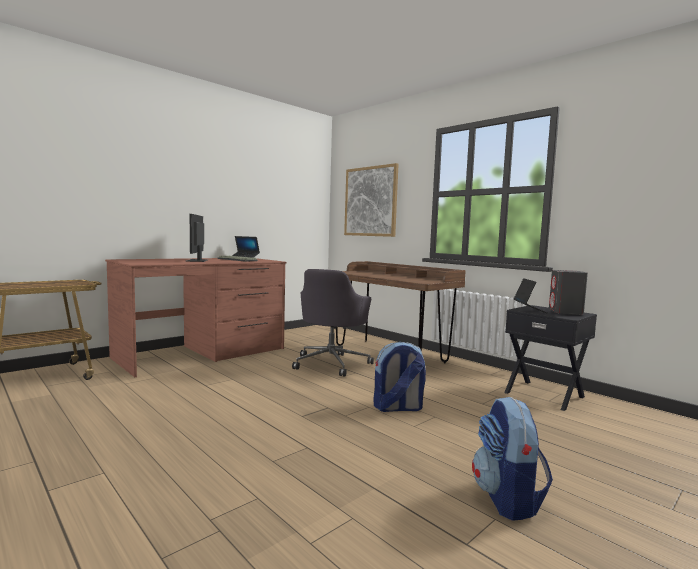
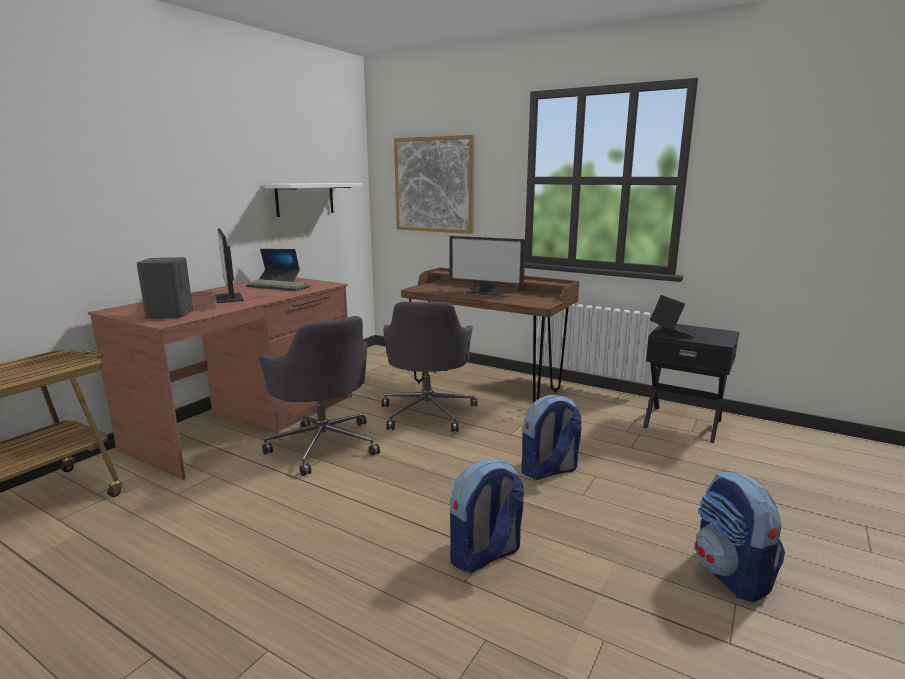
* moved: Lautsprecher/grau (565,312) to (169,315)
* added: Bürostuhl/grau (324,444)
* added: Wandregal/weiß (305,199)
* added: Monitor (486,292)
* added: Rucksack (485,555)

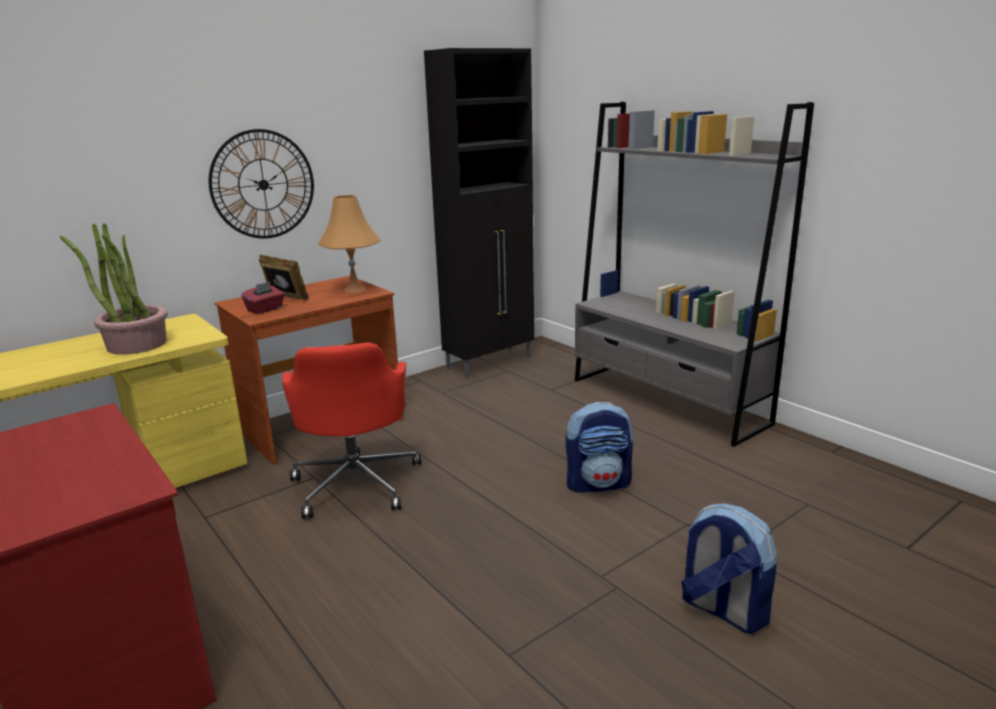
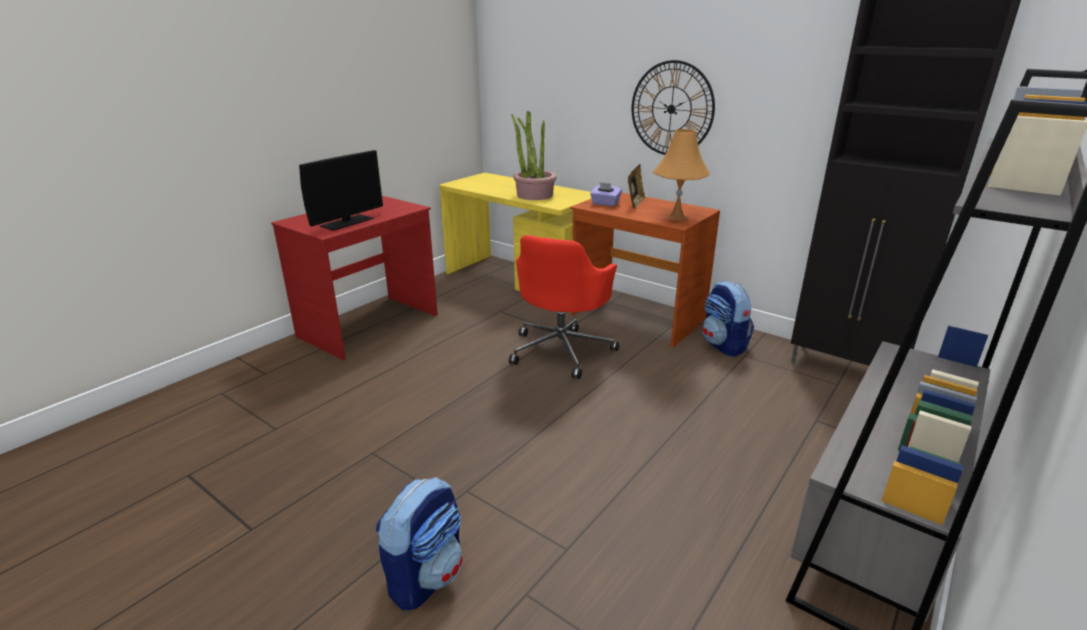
* recoloured: Taschentuchbox/rot (265,309) to Taschentuchbox/lila (605,204)
* turned: Bürostuhl/rot (356,482) = (562,350) 45 degrees counterclockwise
* moved: Rucksack (598,483) to (723,345)
* added: Monitor (347,222)

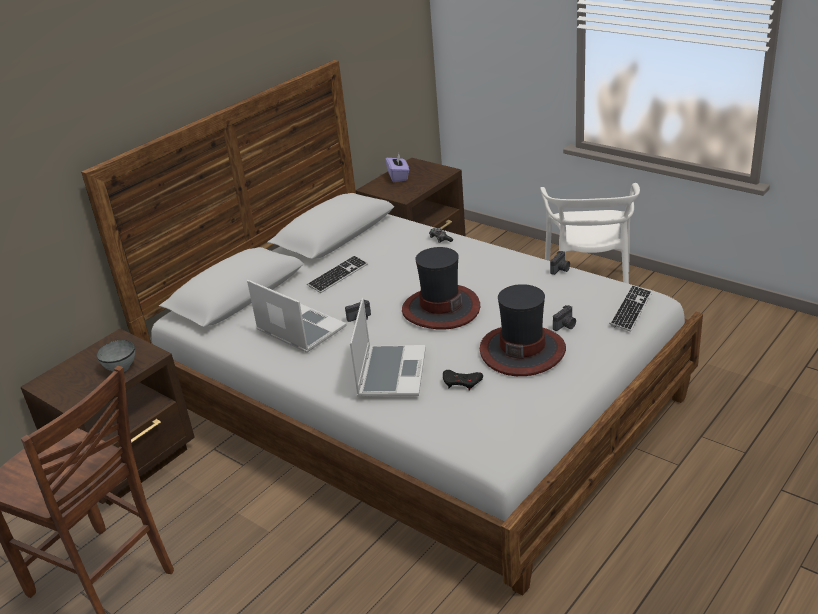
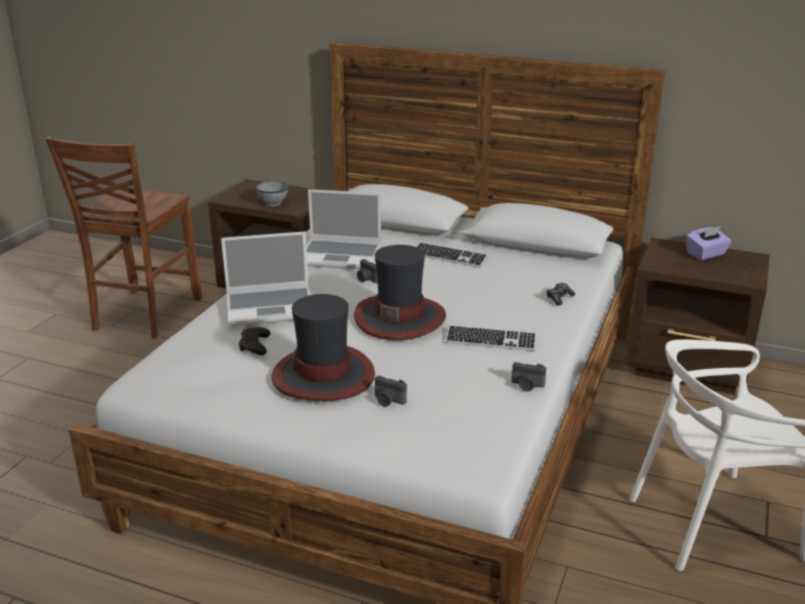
* turned: Laptop (299,329) = (341,256) 75 degrees clockwise
* moved: Tastatur (631,309) to (491,340)

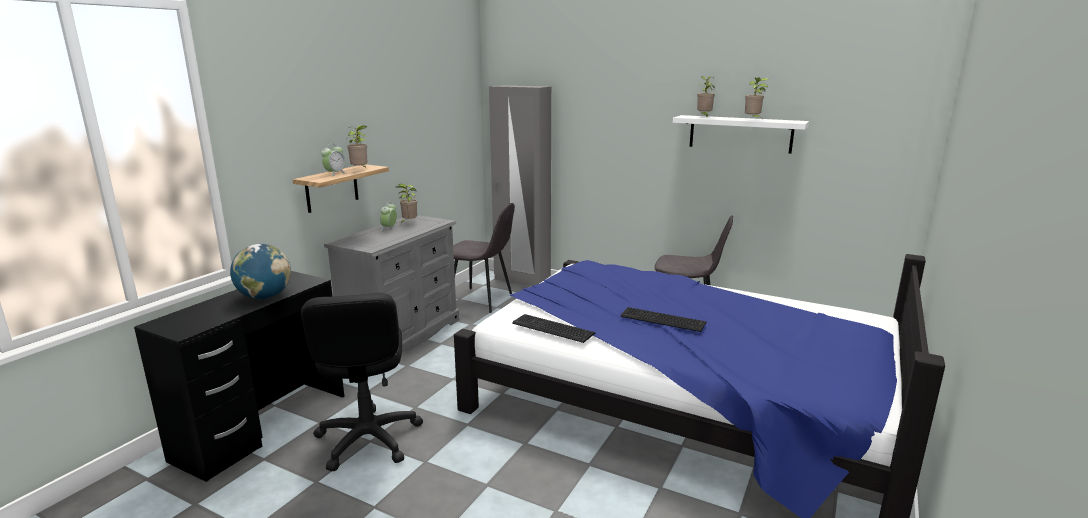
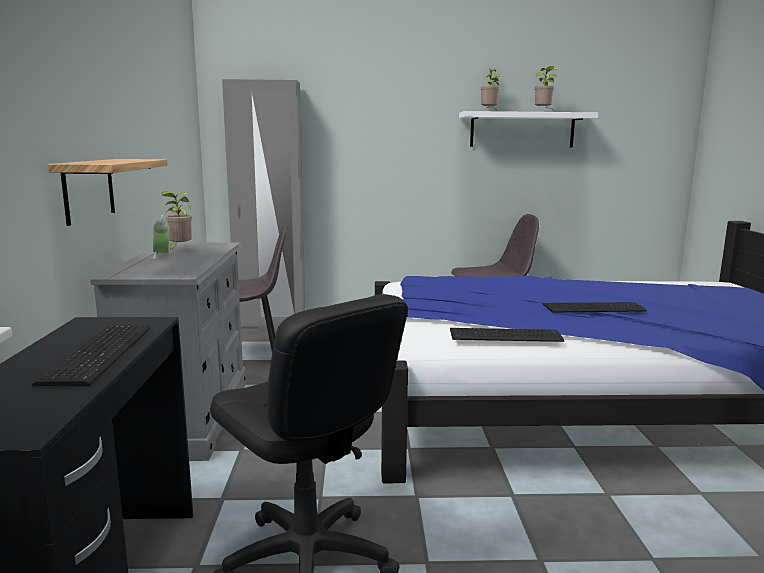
* replaced: Globus (265,297) to Tastatur (103,352)
* removed: Wecker (335,174)
* removed: Topfpflanze (360,170)

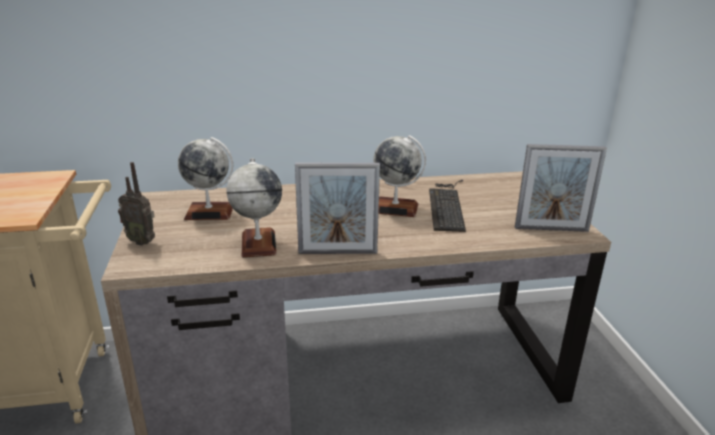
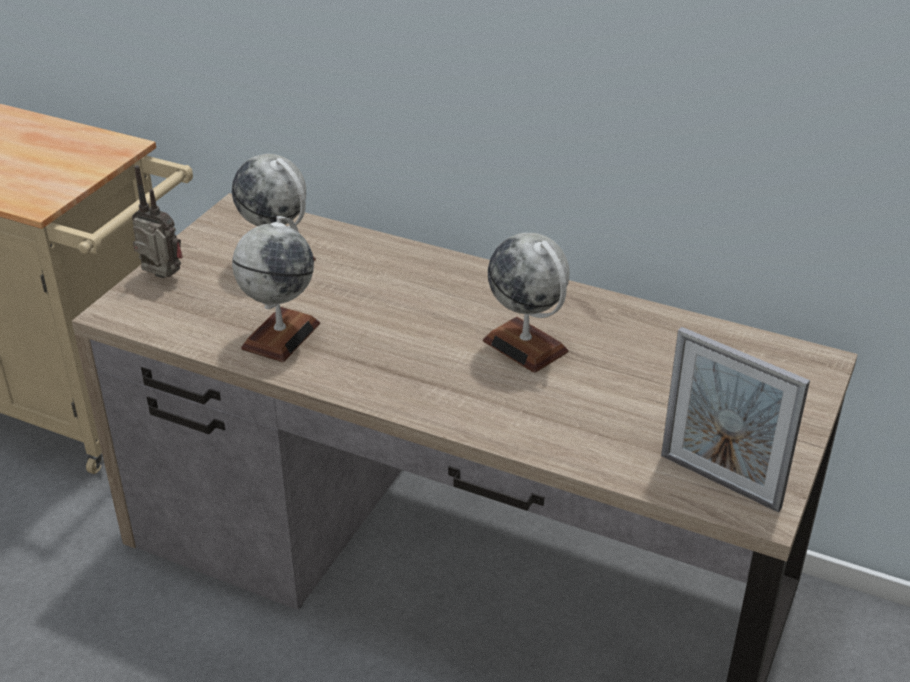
* turned: Radio (142,241) = (161,278) 150 degrees clockwise
* removed: Bilderrahmen (337,252)
* removed: Tastatur (447,205)

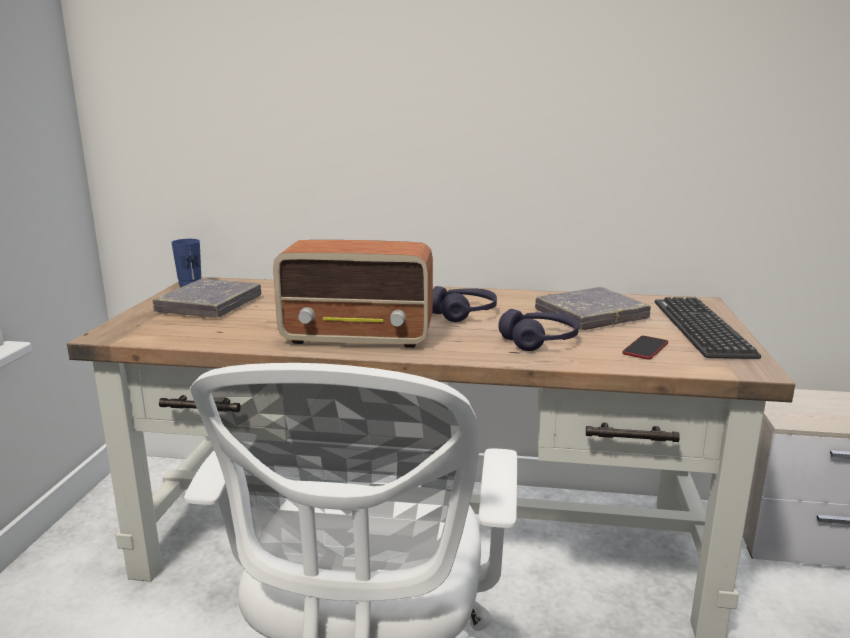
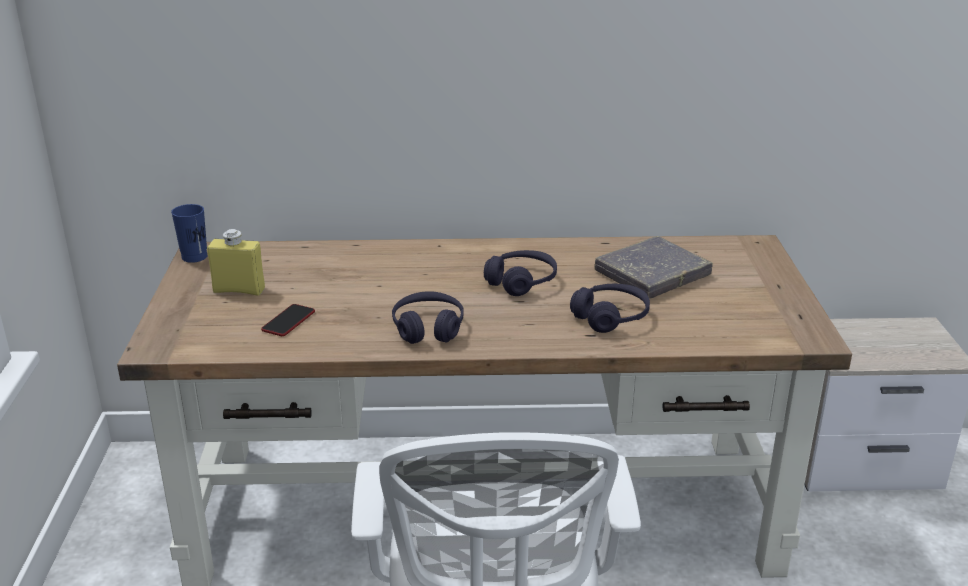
* replaced: Buch/grau (210,305) to Flasche/gelb (239,290)
* replaced: Radio (359,337) to Kopfhörer/lila (428,328)
* moved: Handy (645,349) to (288,321)
* removed: Tastatur (701,328)

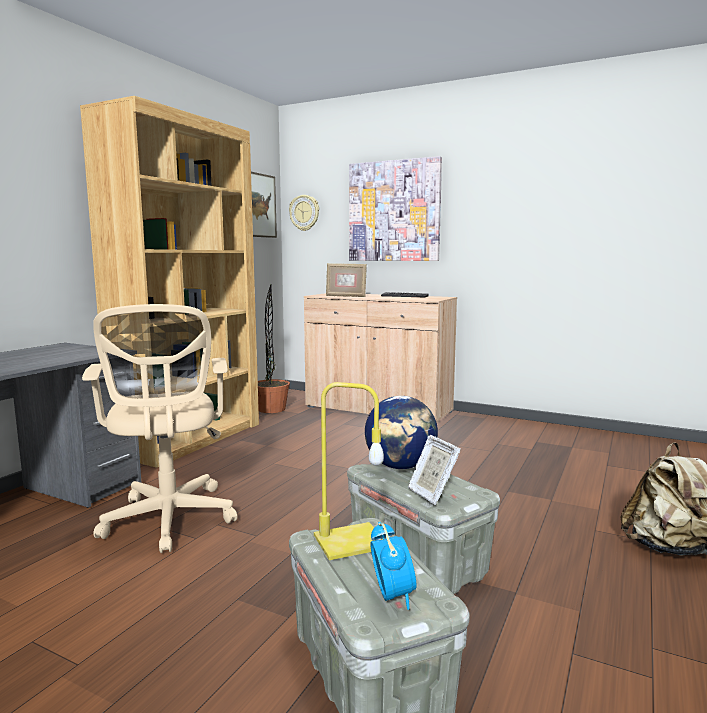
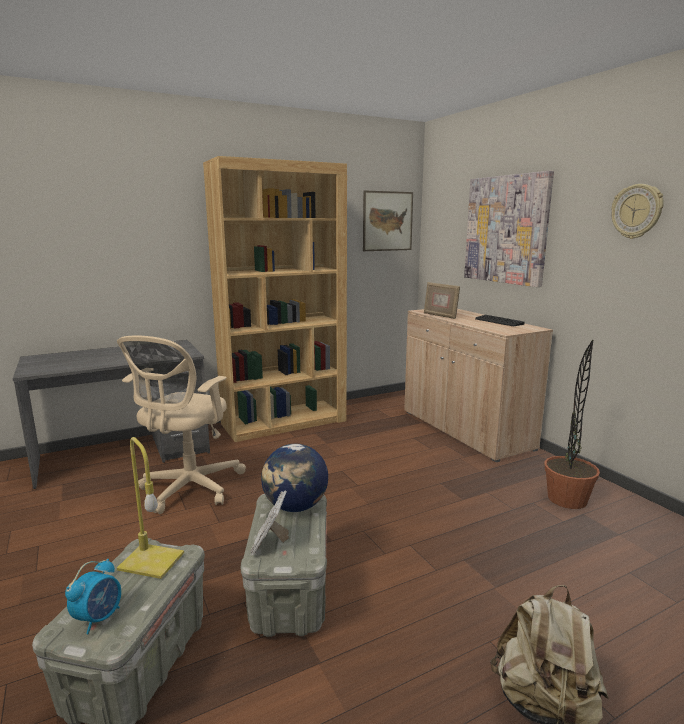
* moved: Topfpflanze (271,409) to (567,499)
* moved: Wanduhr (304,213) to (637,211)

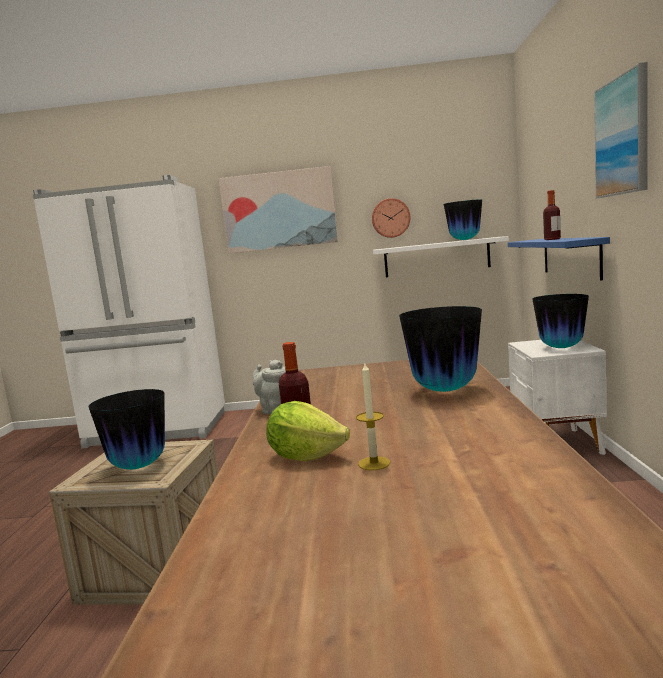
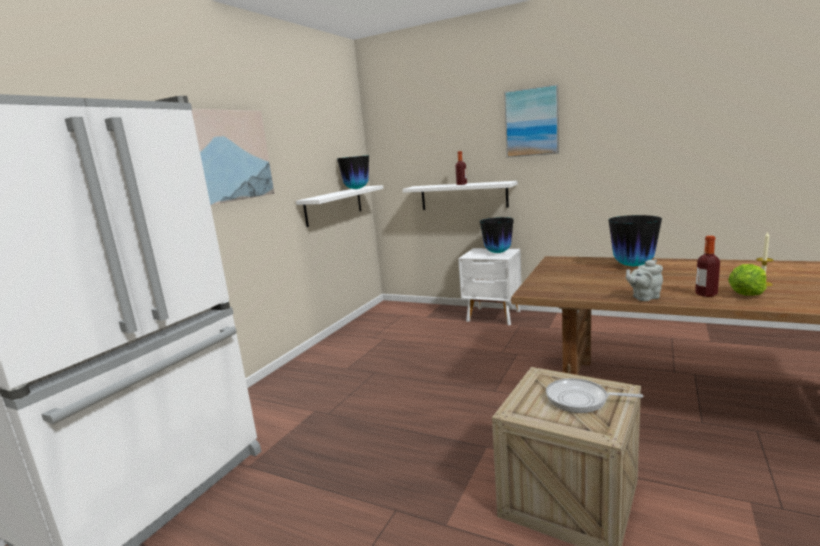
* replaced: Vase (138,466) to Pfanne (580,400)
* removed: Wanduhr (390,218)
* recoloured: Wandregal/blau (570,257) to Wandregal/weiß (463,196)

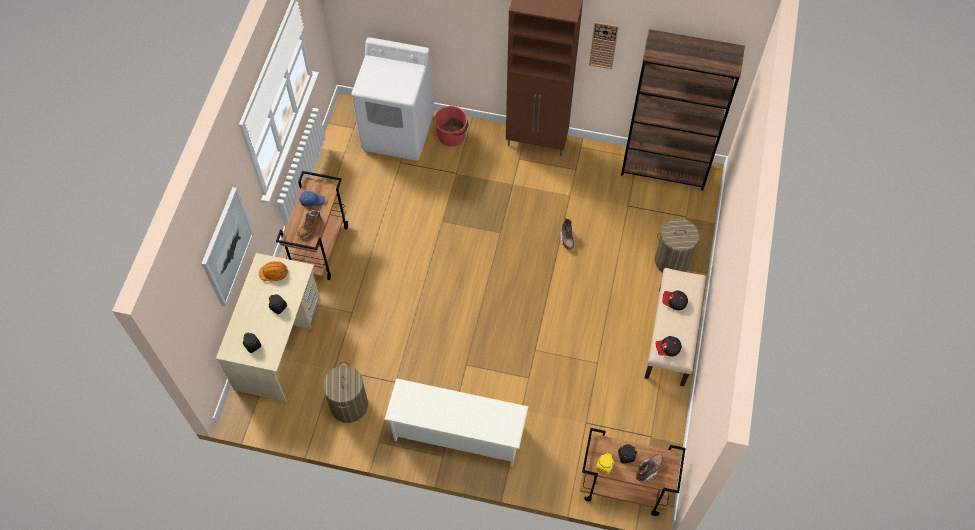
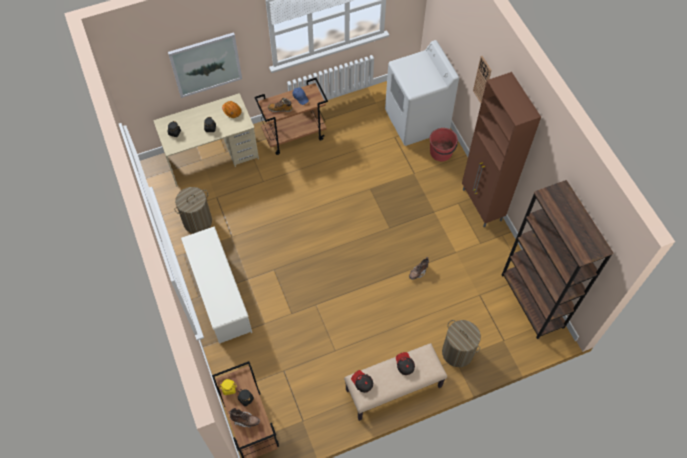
* moved: Wanduhr (603,45) to (482,80)

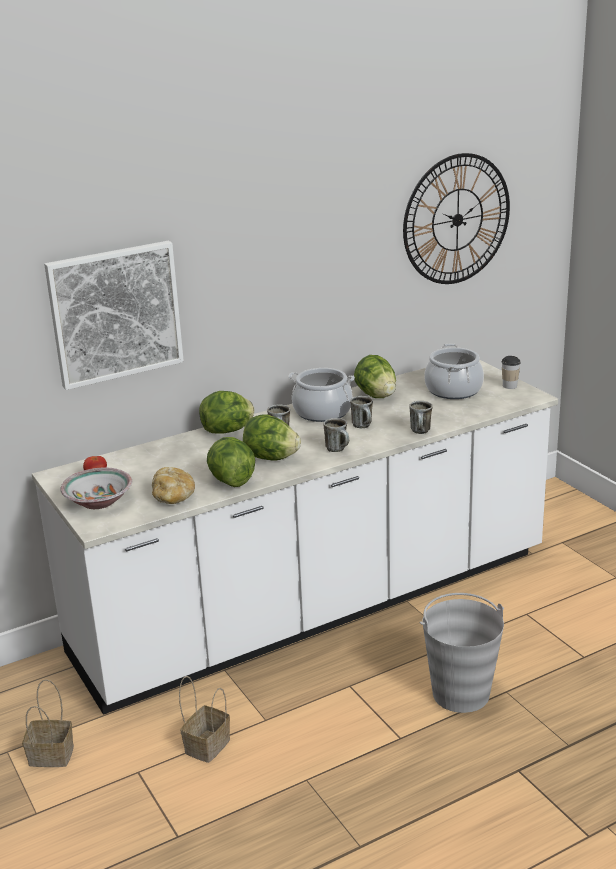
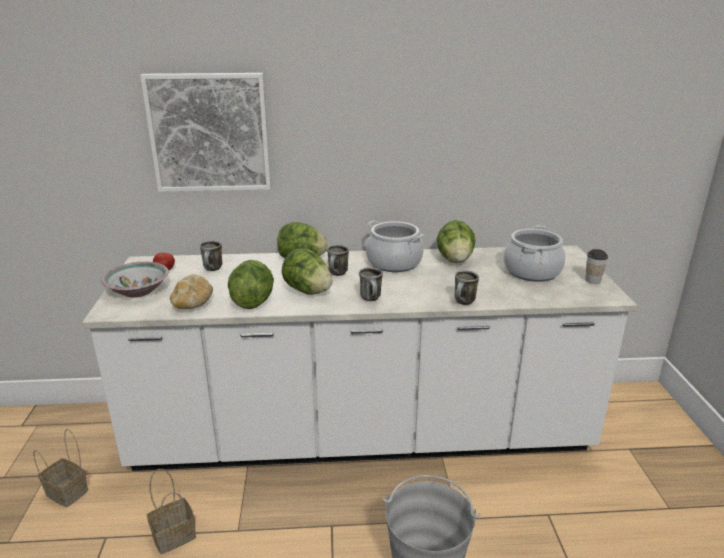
* moved: Henkelbecher (364,426) to (213,269)
* removed: Wanduhr (457,219)

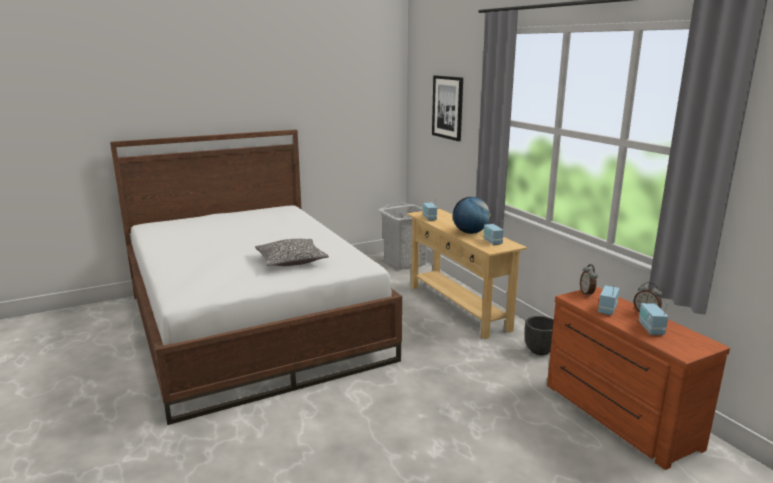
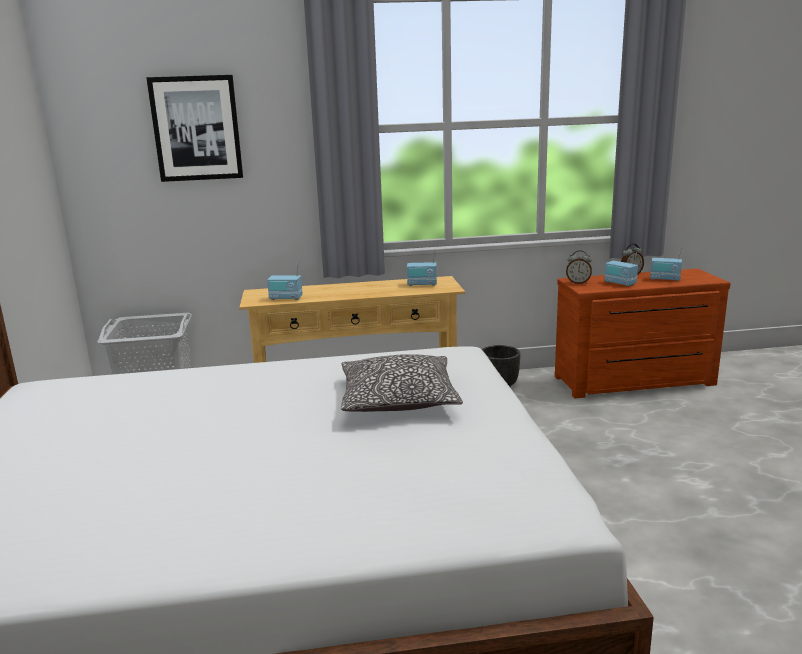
* removed: Globus (470,232)

